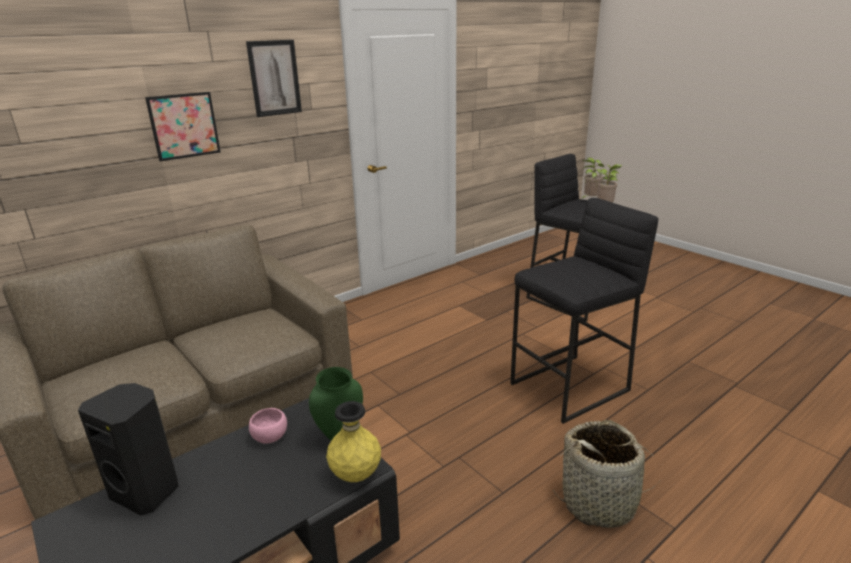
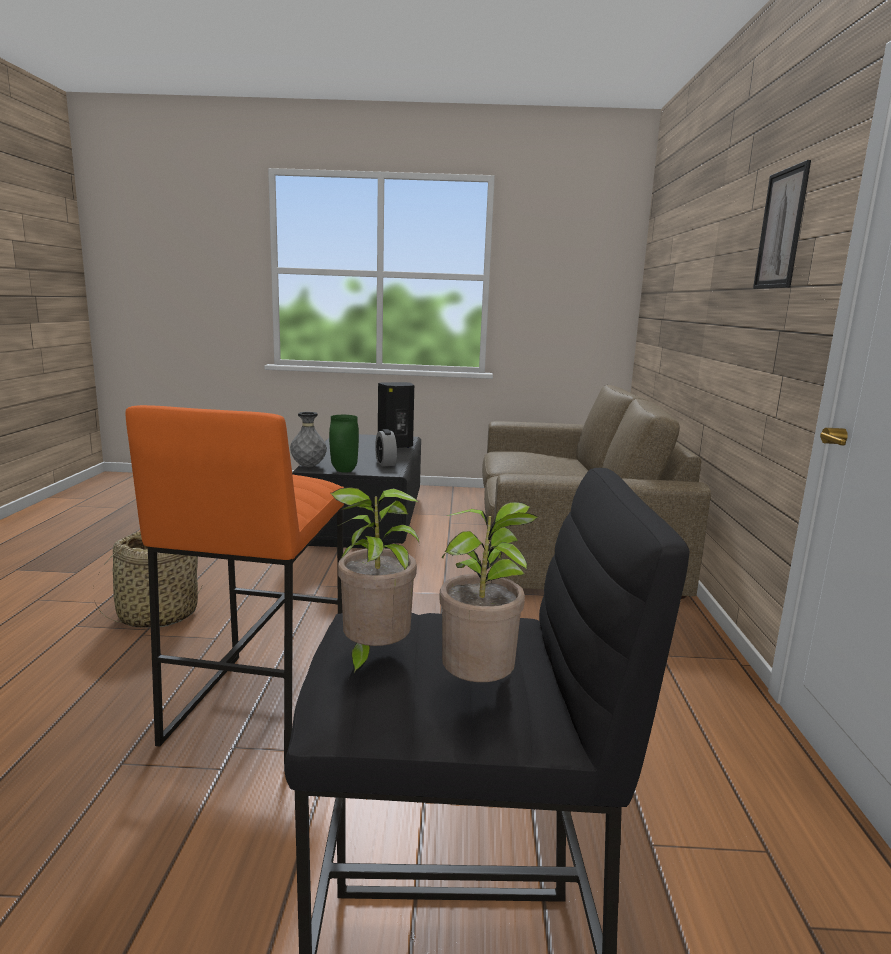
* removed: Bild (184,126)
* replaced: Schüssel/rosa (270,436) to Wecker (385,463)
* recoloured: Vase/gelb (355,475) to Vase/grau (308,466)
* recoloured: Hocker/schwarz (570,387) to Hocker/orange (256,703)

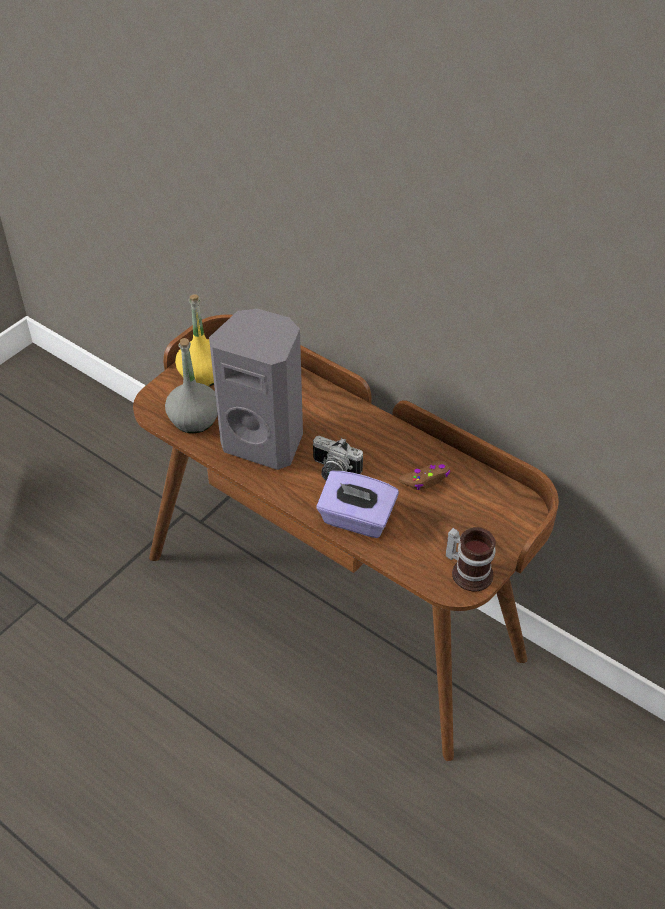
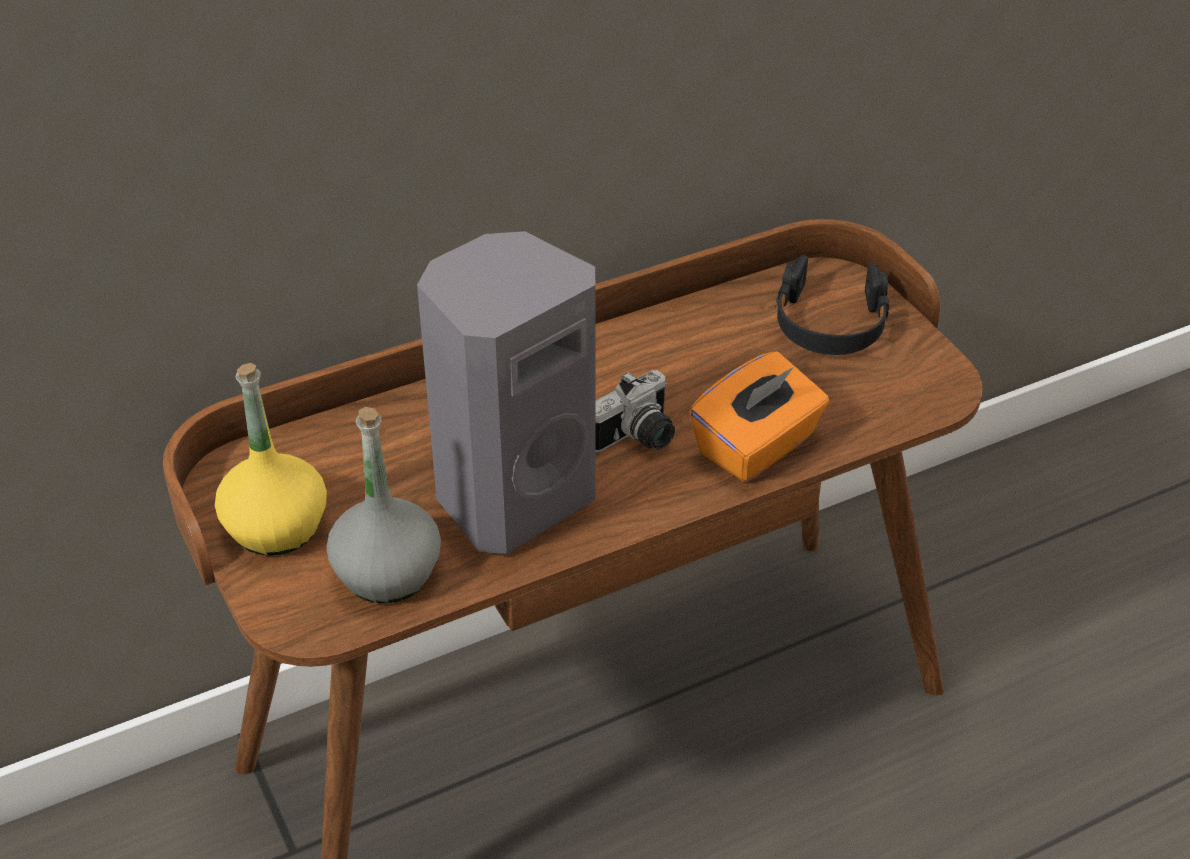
* recoloured: Taschentuchbox/lila (356,520) to Taschentuchbox/orange (757,446)
* removed: Gamepad/braun (426,479)
* removed: Henkelbecher (469,571)
* added: Kopfhörer/schwarz (830,322)

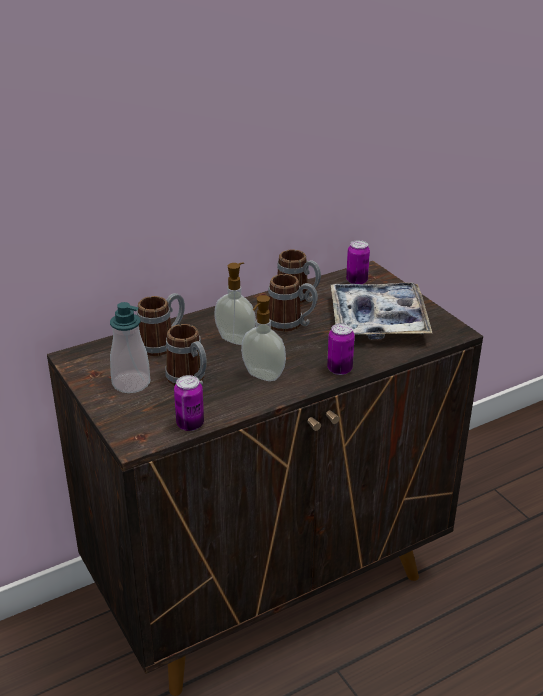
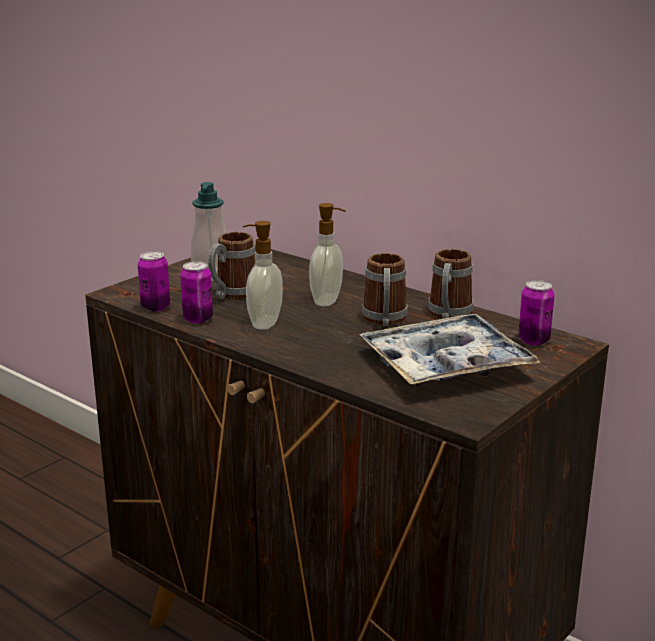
* removed: Henkelbecher (163,344)
* moved: Dose (339,369) to (198,319)

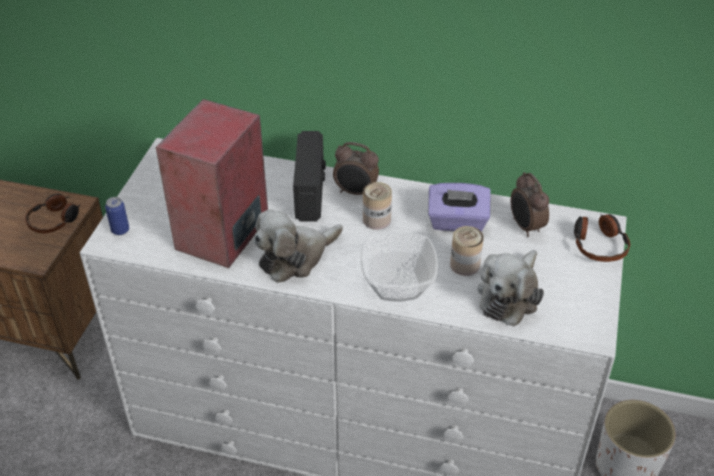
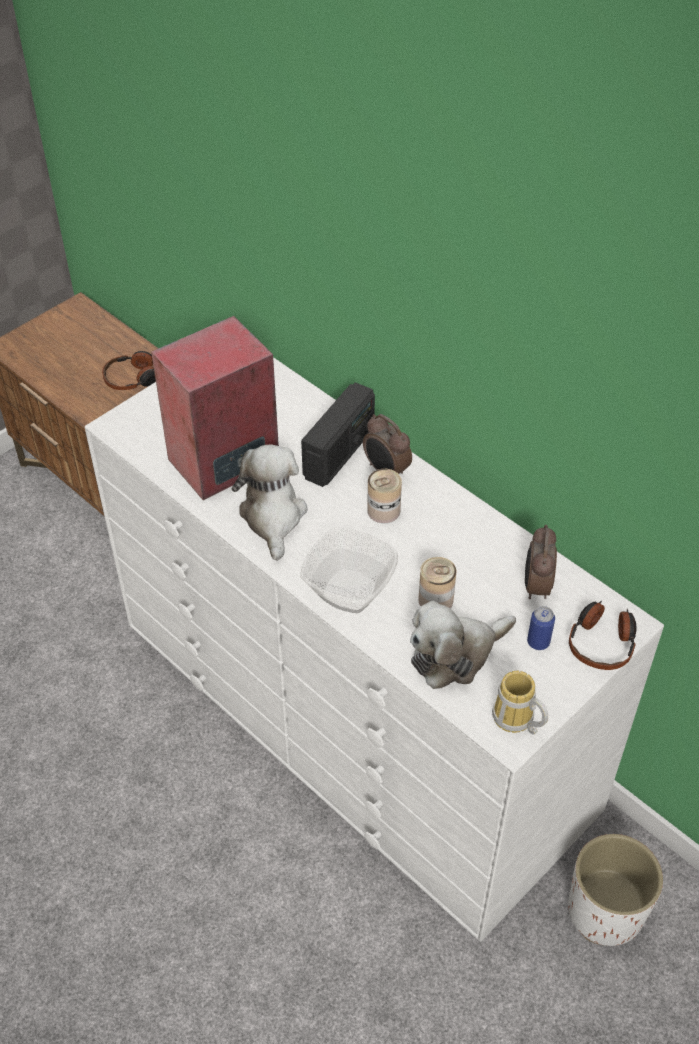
* moved: Dose (120,230) to (538,642)
* turned: Plüschtier (295,257) = (272,516) 90 degrees clockwise
* removed: Taschentuchbox/lila (457,222)
* added: Henkelbecher (515,722)

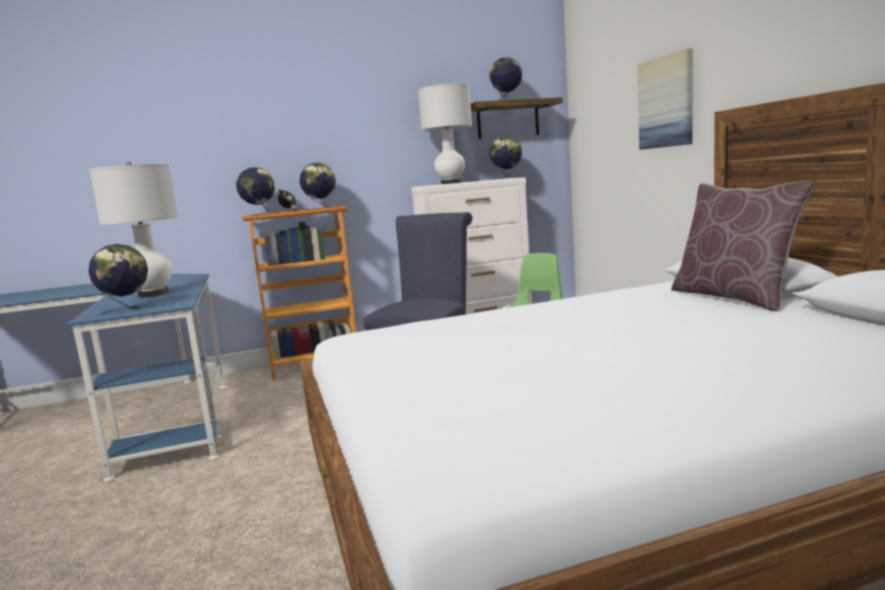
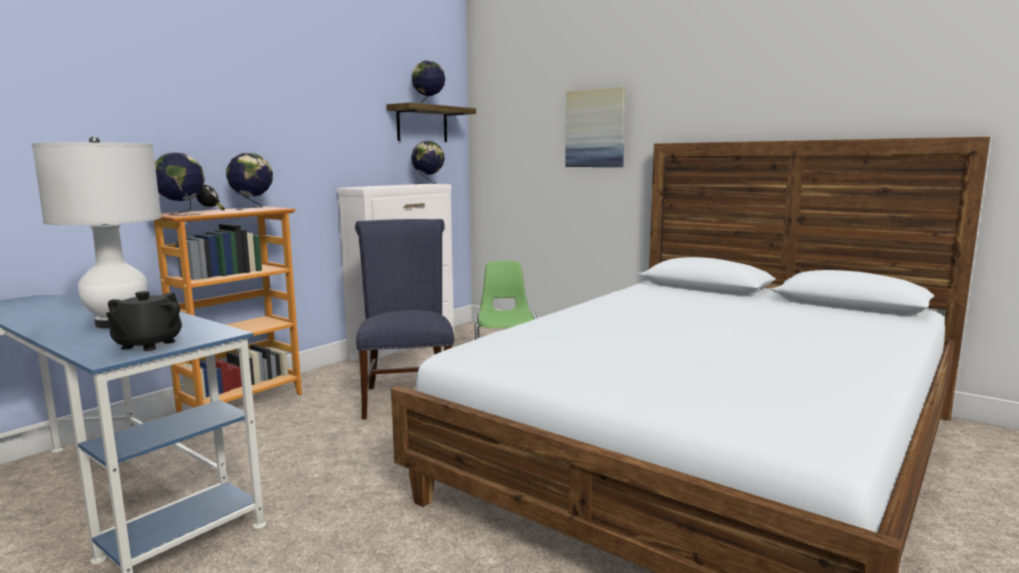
* replaced: Globus (126,310) to Teekanne/schwarz (148,345)
* removed: Tischlampe/weiß (451,183)
* removed: Kissen/braun (734,297)

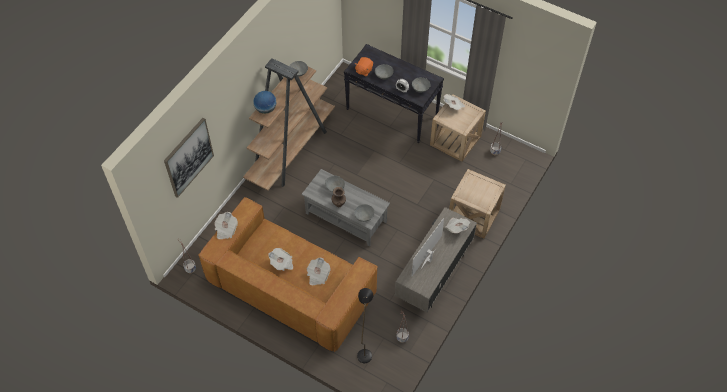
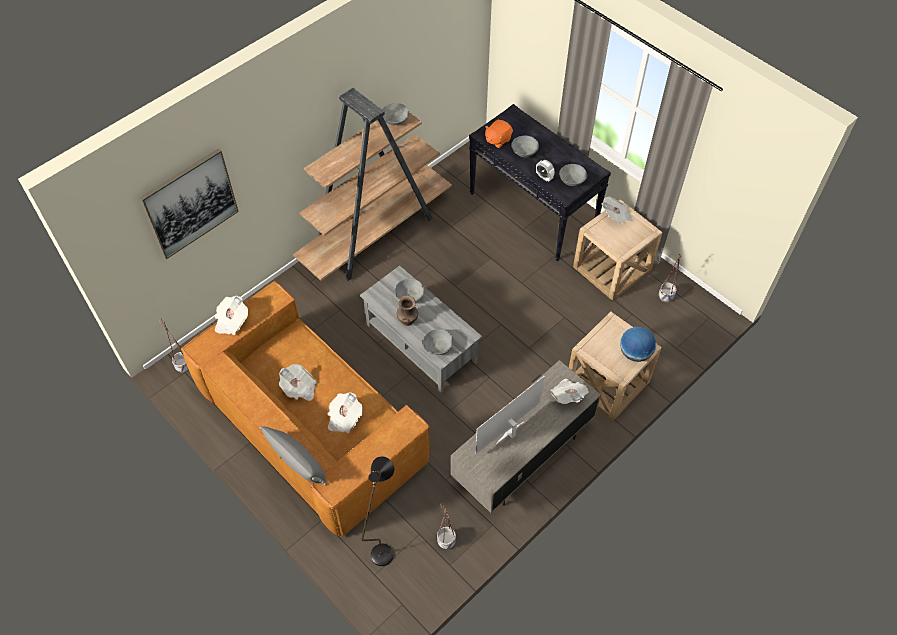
* moved: Globus (266,109) to (635,353)
* added: Kissen/grau (297,461)

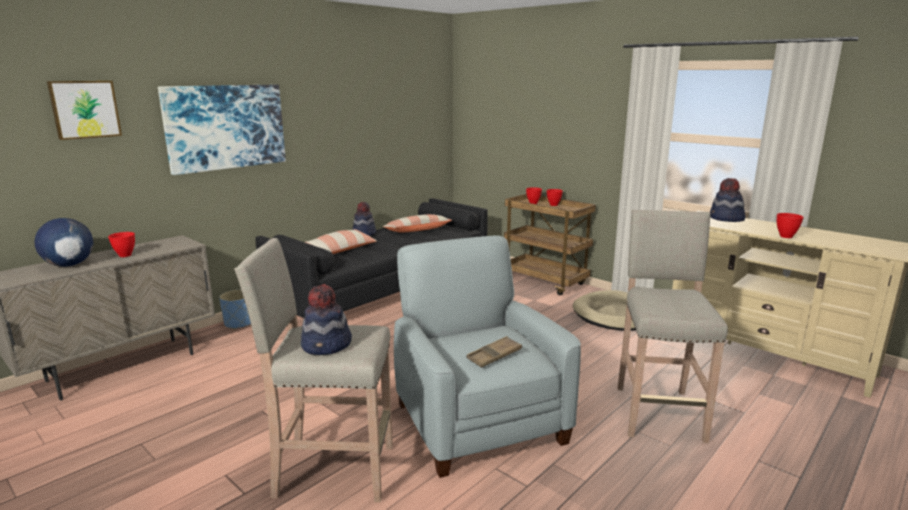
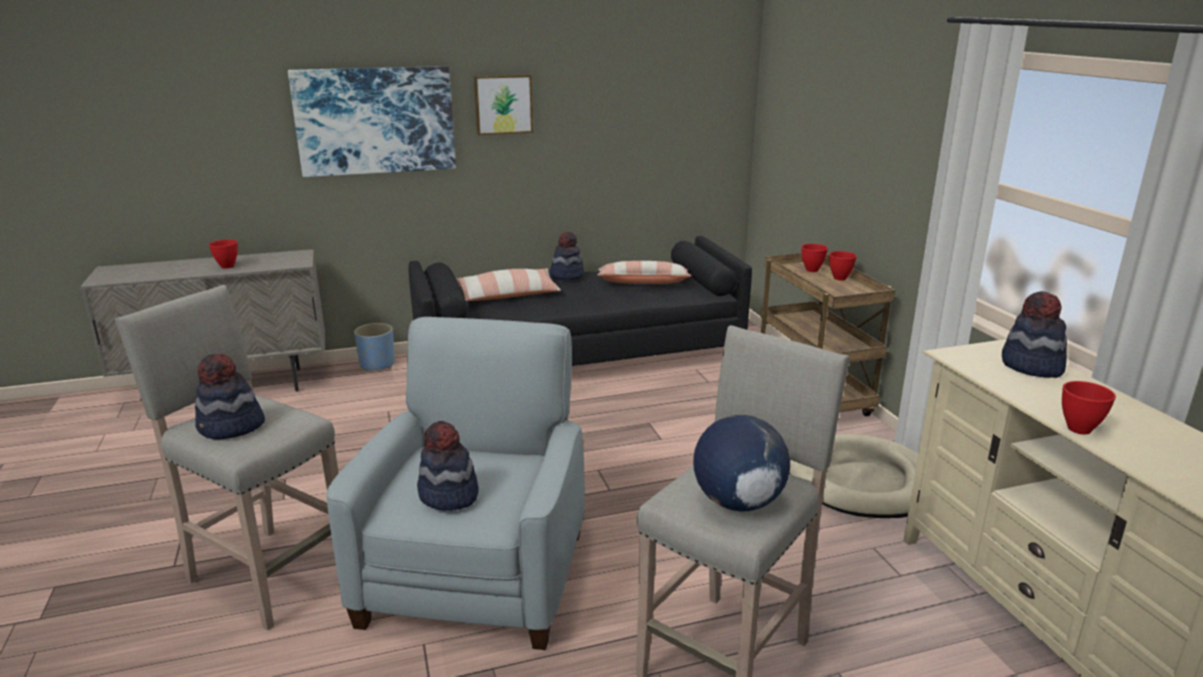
* moved: Globus (69,265) to (737,502)
* moved: Bild (85,109) to (503,104)
* replaced: Tablett/braun (494,356) to Hut (448,495)

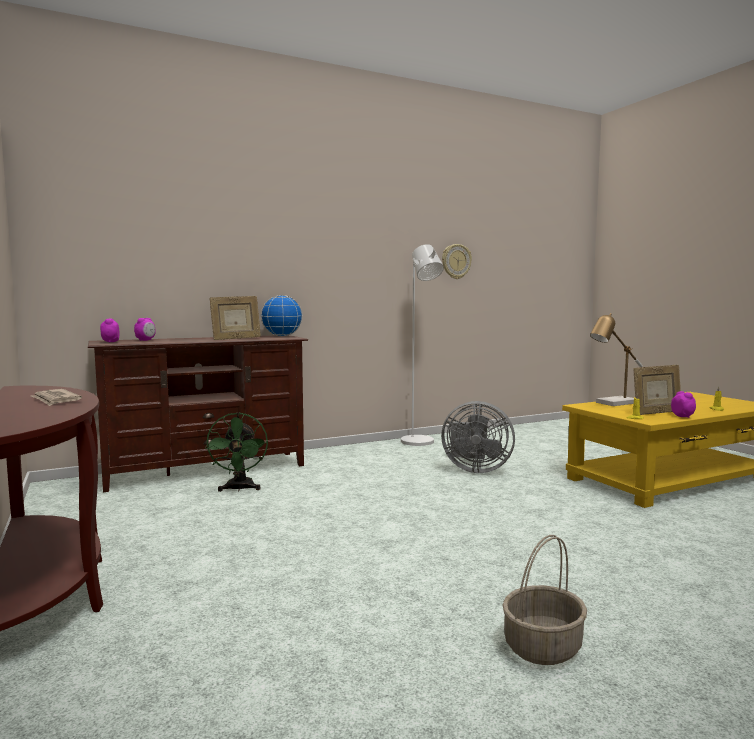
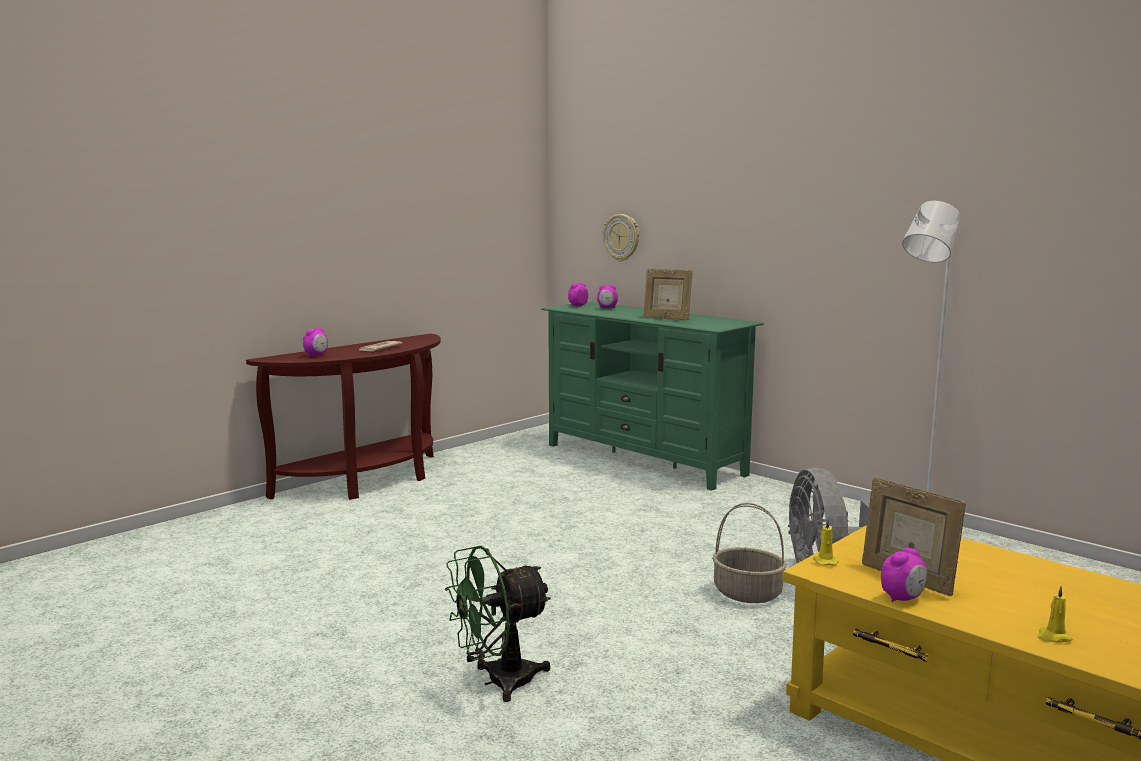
* recoloured: Fernsehschrank/braun (206,470) to Fernsehschrank/grün (644,459)
* moved: Ventilator/grün (239,489) to (498,682)
* removed: Globus (282,336)
* moved: Wanduhr (456,261) to (622,237)
* moved: Korb (542,646) to (748,593)
* removed: Tischlampe (613,403)
* added: Wecker (316,355)

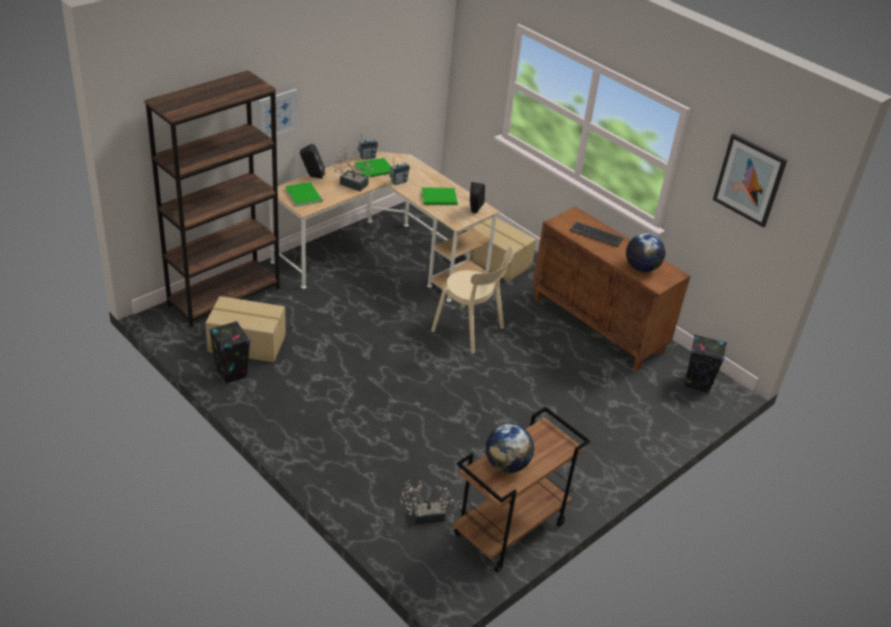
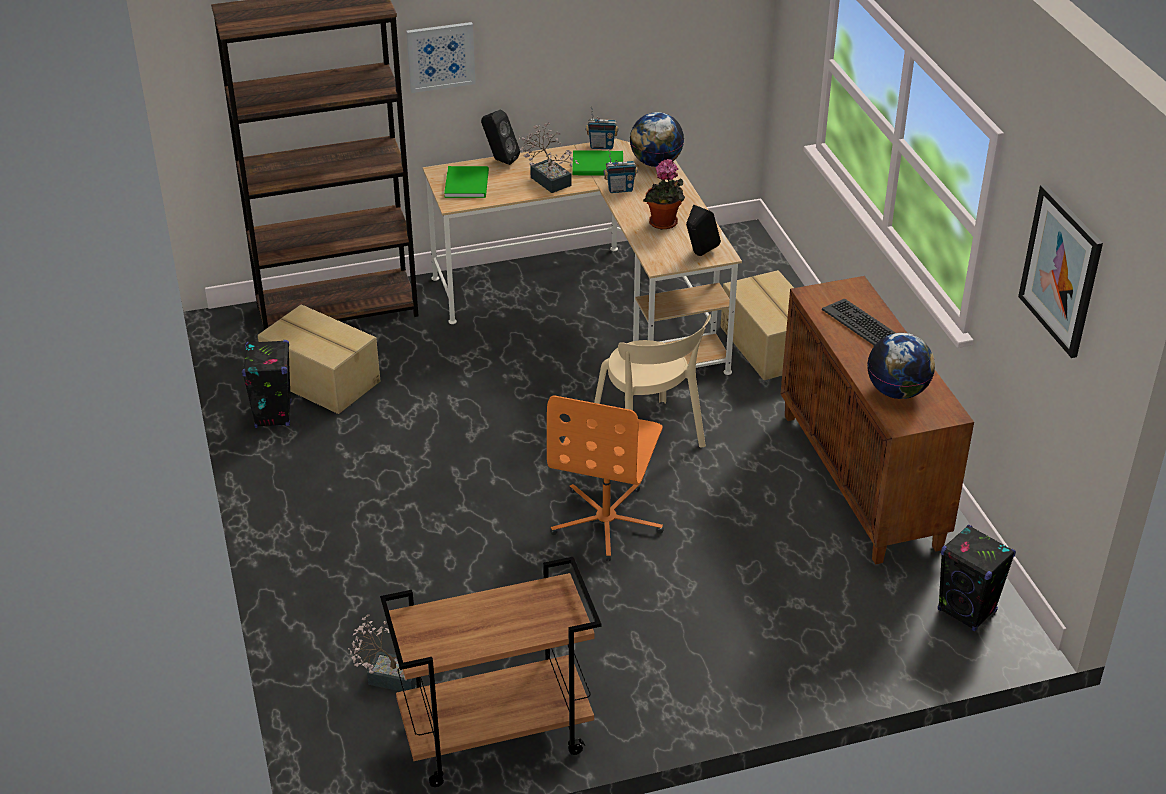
* replaced: Buch/grün (440,198) to Topfpflanze (664,224)
* moved: Globus (506,465) to (655,163)
* added: Bürostuhl/orange (607,521)

